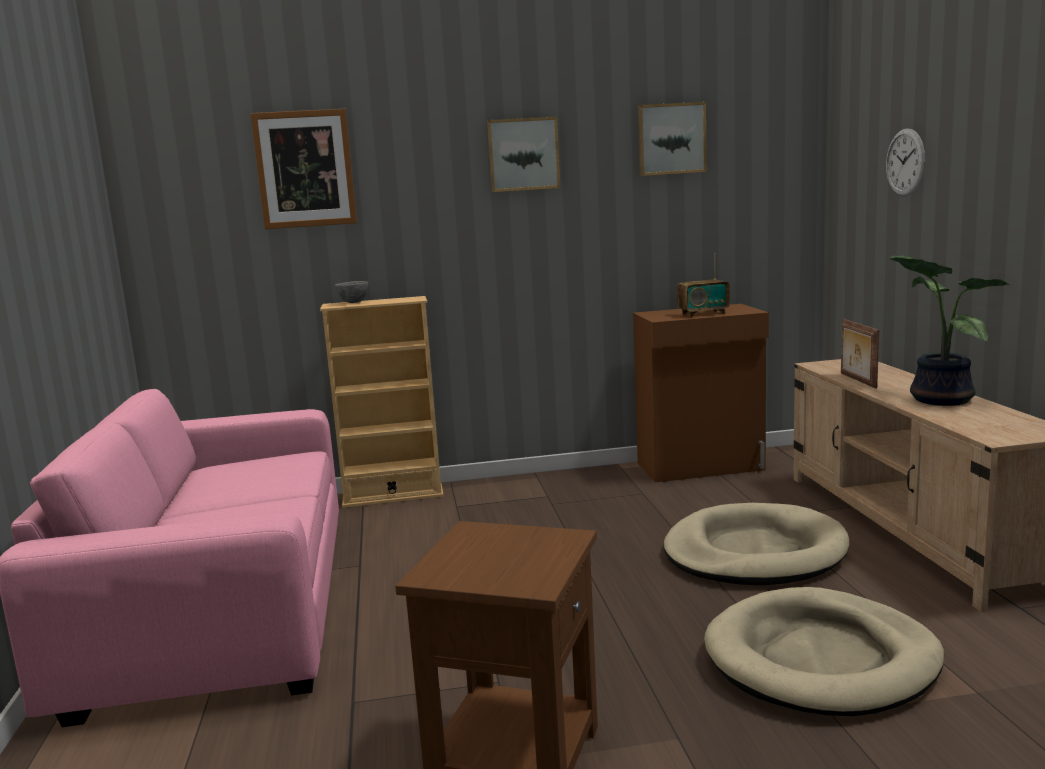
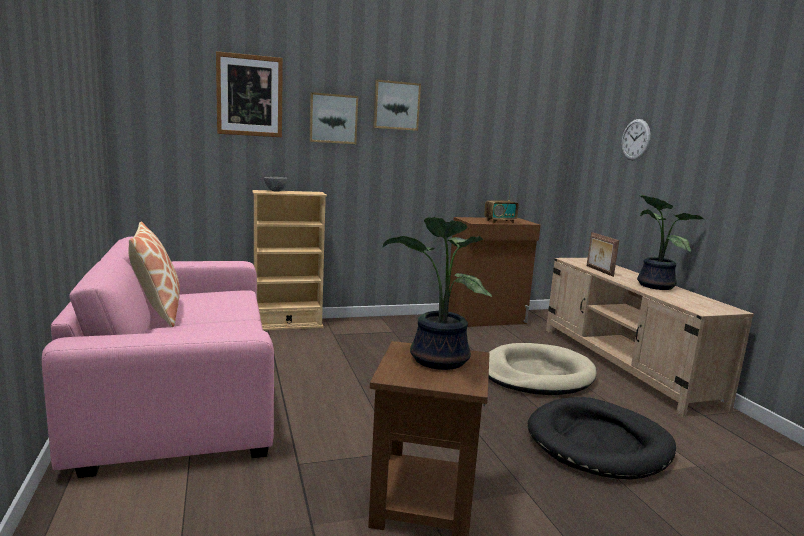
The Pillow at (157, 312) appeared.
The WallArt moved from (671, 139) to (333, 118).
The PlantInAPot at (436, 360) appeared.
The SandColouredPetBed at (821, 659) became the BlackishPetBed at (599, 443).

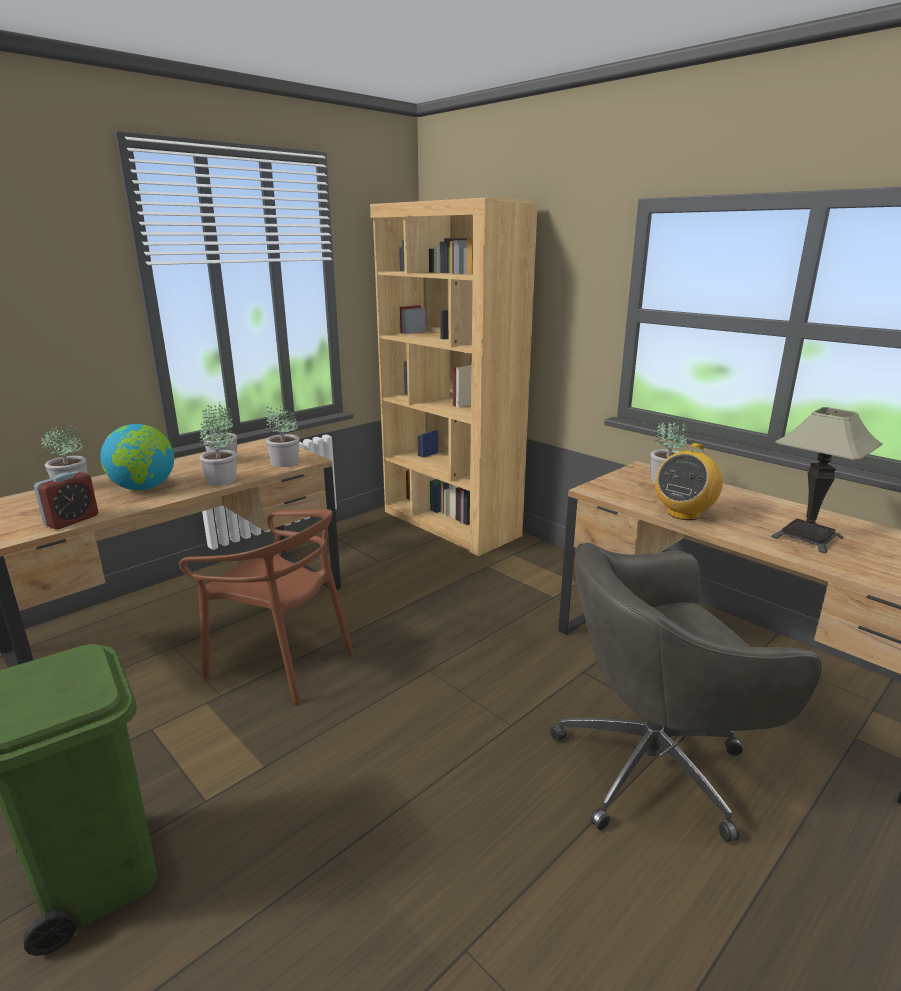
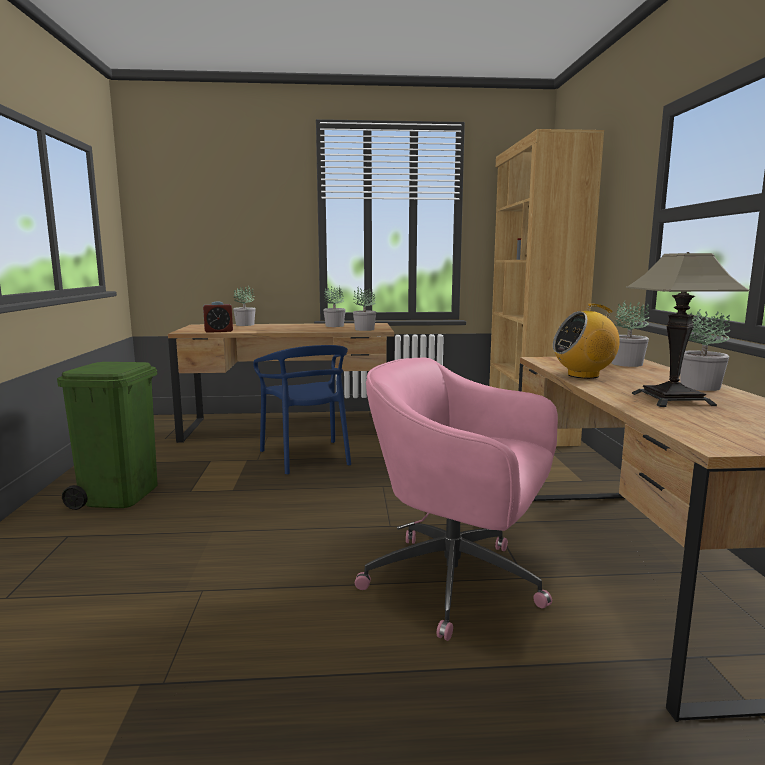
The BrownColouredChair at (281, 661) became the BlueColouredChair at (307, 457).
The GrayOfficeChair at (655, 765) became the PinkishOfficeChair at (458, 583).
The PlantInAPot moved from (221, 480) to (700, 387).
The WorldGlobe at (144, 488) disappeared.

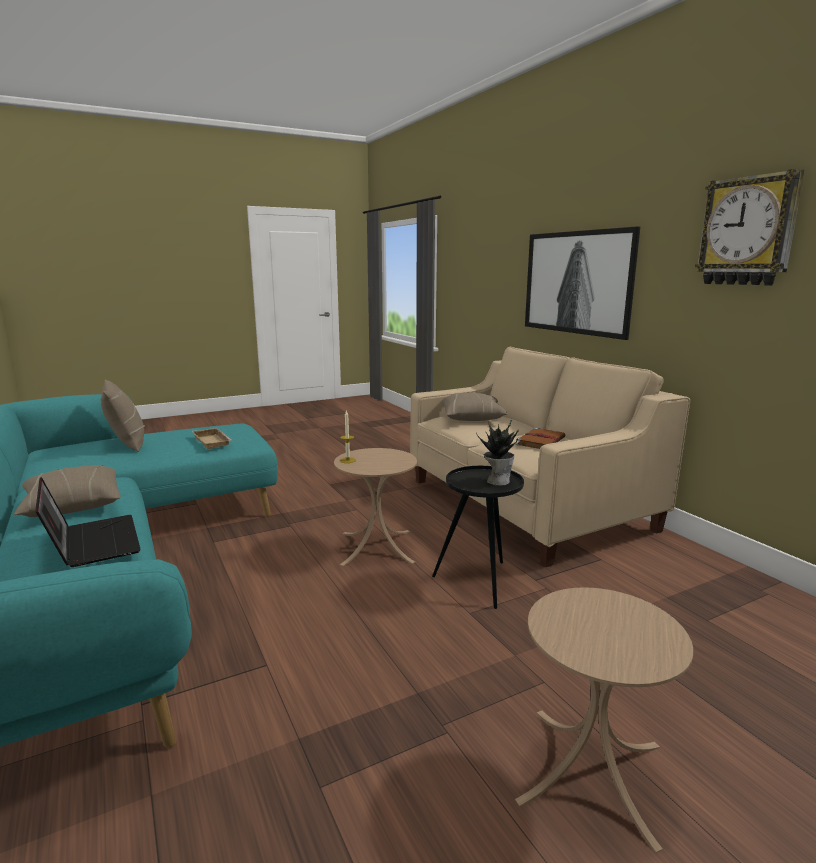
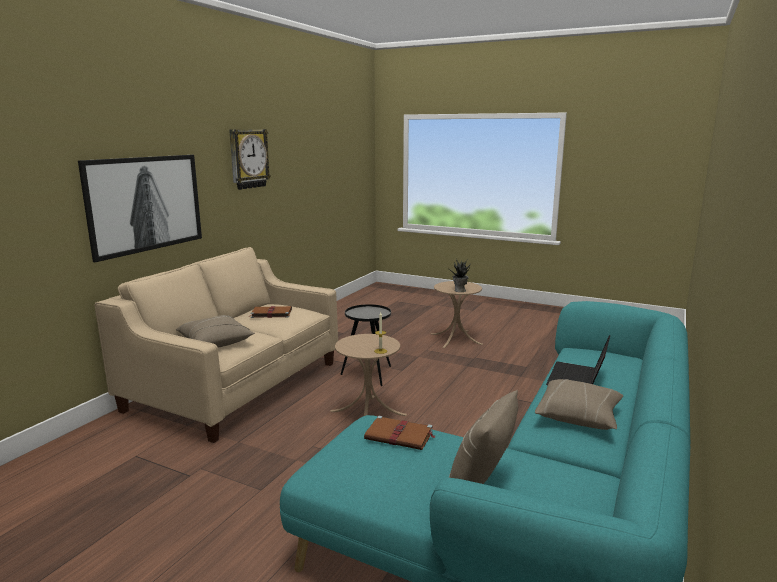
The SandColouredServingTray at (214, 441) was replaced by the BrownColouredBook at (400, 436).
The PlantInAPot moved from (497, 481) to (459, 290).

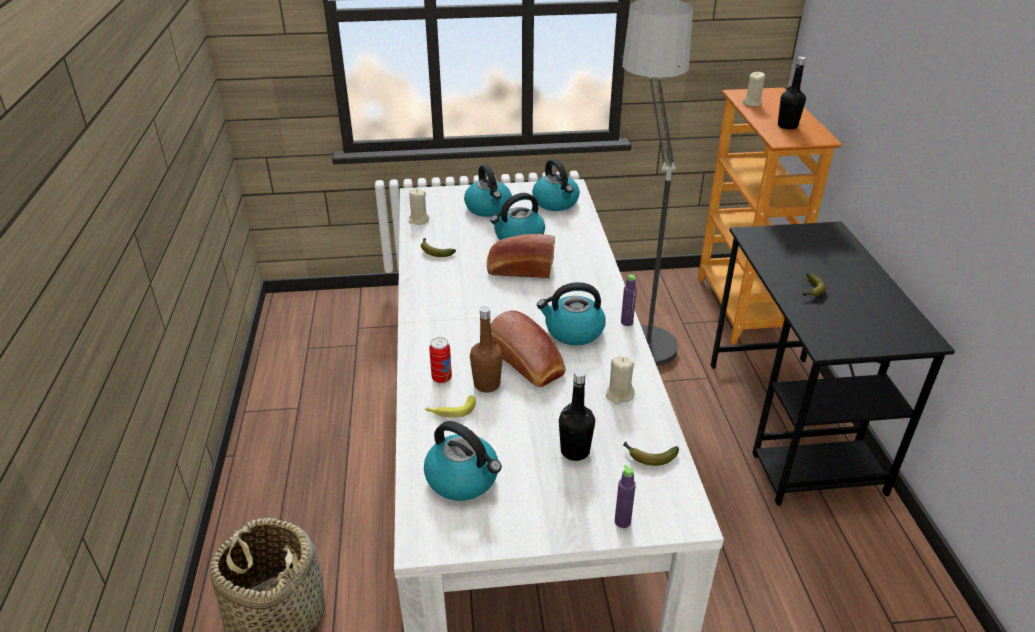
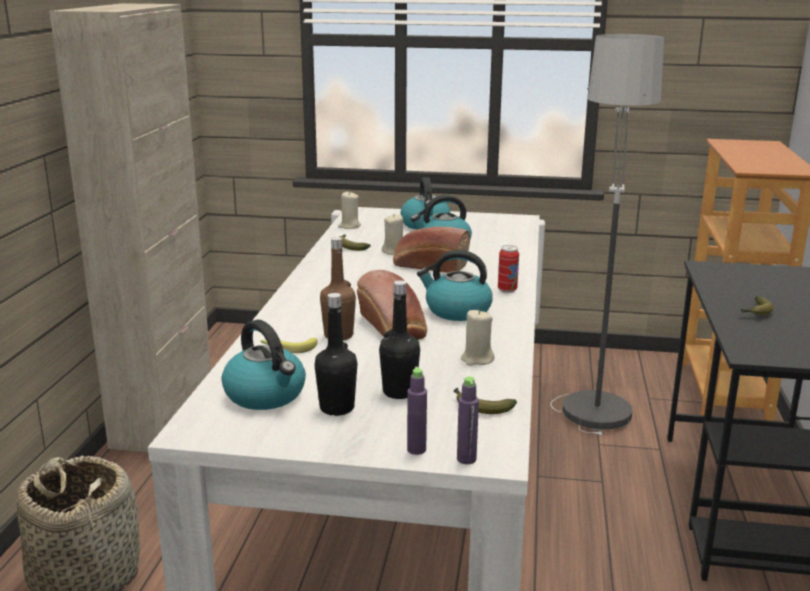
The SandColouredStorageCabinet at (164, 419) appeared.
The BlackishBeverageBottle moved from (787, 126) to (337, 408).
The SandColouredCandle moved from (752, 103) to (394, 251).
The PurpleBeverageBottle moved from (626, 322) to (466, 459).
The Can moved from (441, 378) to (507, 290).
The WaterKettle at (556, 202) disappeared.

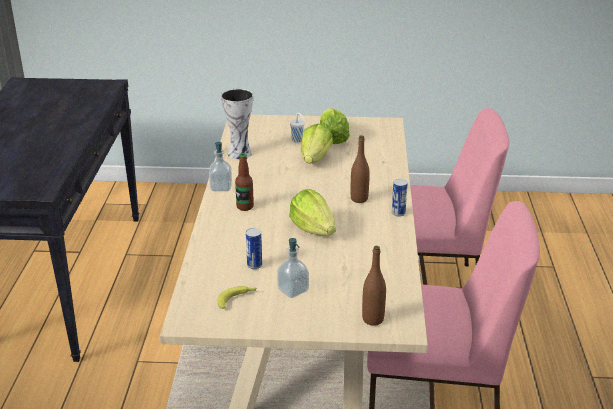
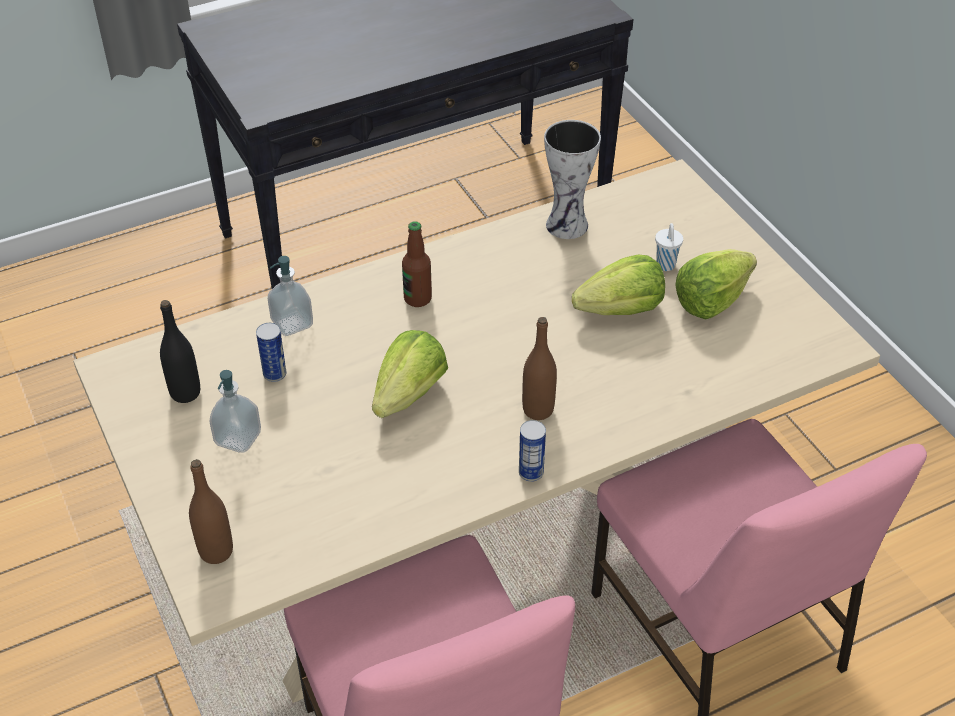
The BananaFruit at (237, 299) was replaced by the BlackishBeverageBottle at (185, 393).
The LiquidSoapBottle moved from (221, 187) to (292, 323).

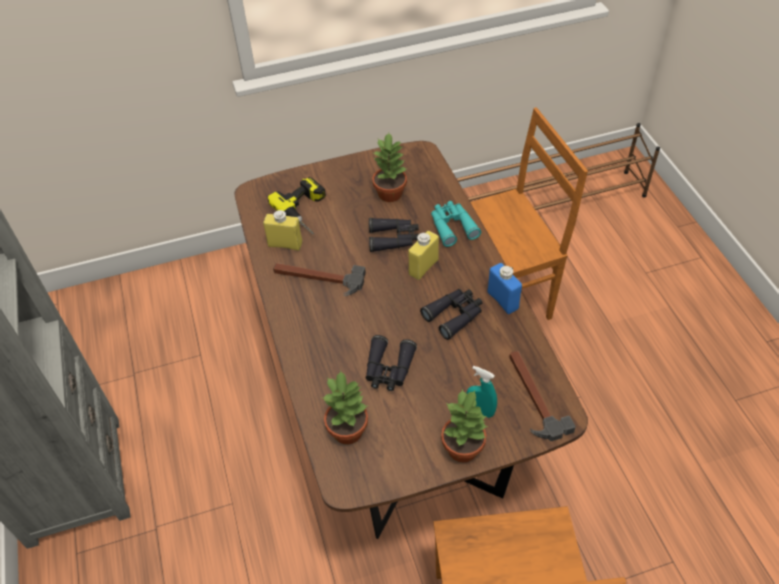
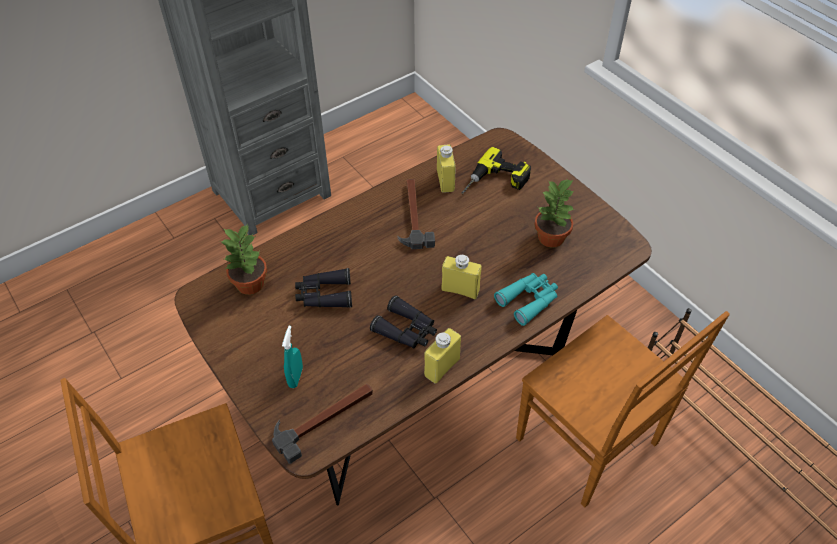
The BlueColouredBeverageBottle at (502, 300) became the YellowishBeverageBottle at (442, 367).
The BlackishBinoculars at (394, 239) disappeared.
The PlantInAPot at (463, 448) disappeared.

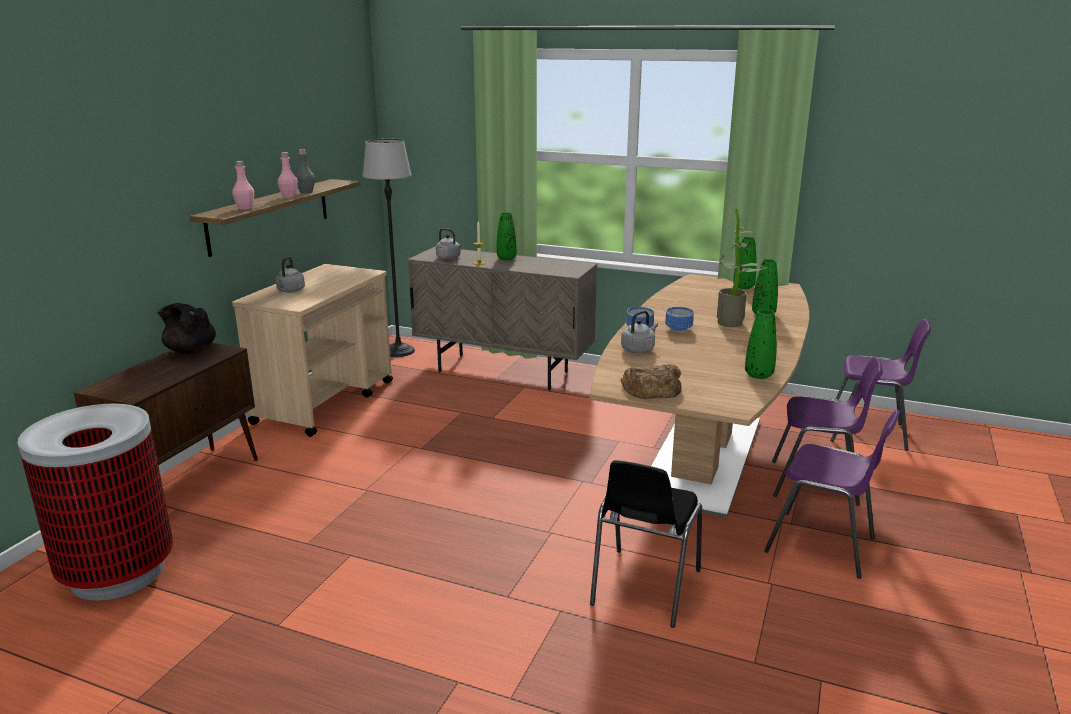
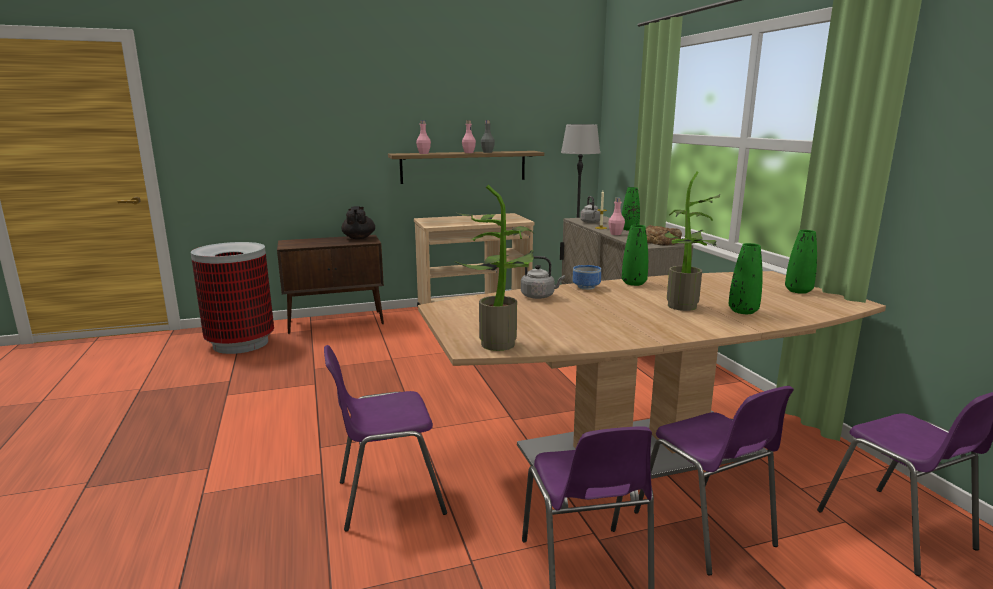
The BlackishChair at (643, 589) became the PurpleChair at (387, 497).
The PlantInAPot at (499, 342) appeared.
The PinkishBeverageBottle at (616, 234) appeared.
The GreenishFlowerVase moved from (758, 375) to (634, 283).
The Bread moved from (652, 388) to (660, 241).
The GrayWaterKettle at (290, 291) disappeared.
The ServingBowl at (677, 329) disappeared.

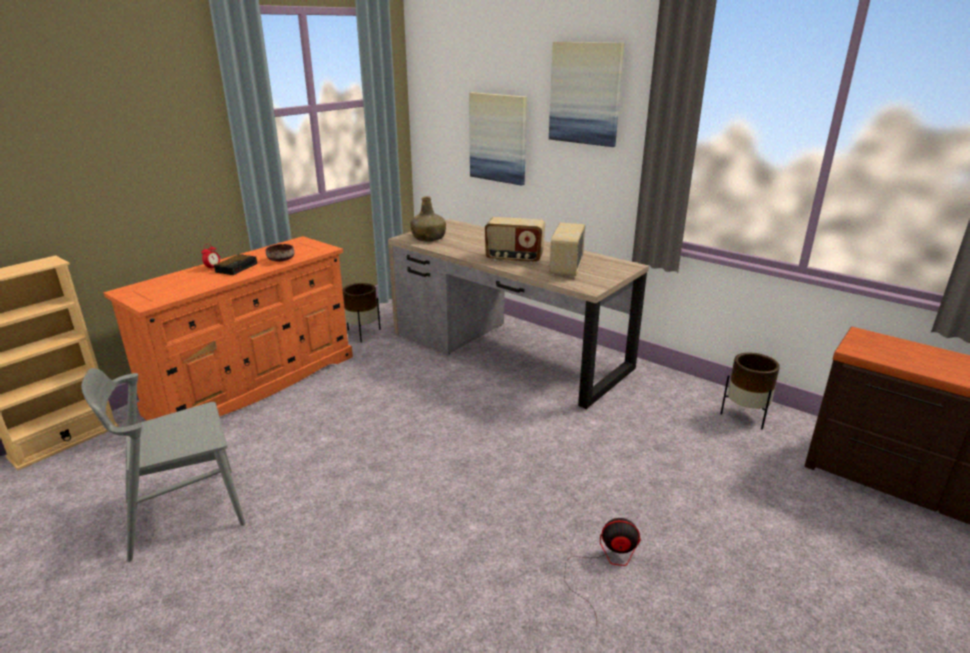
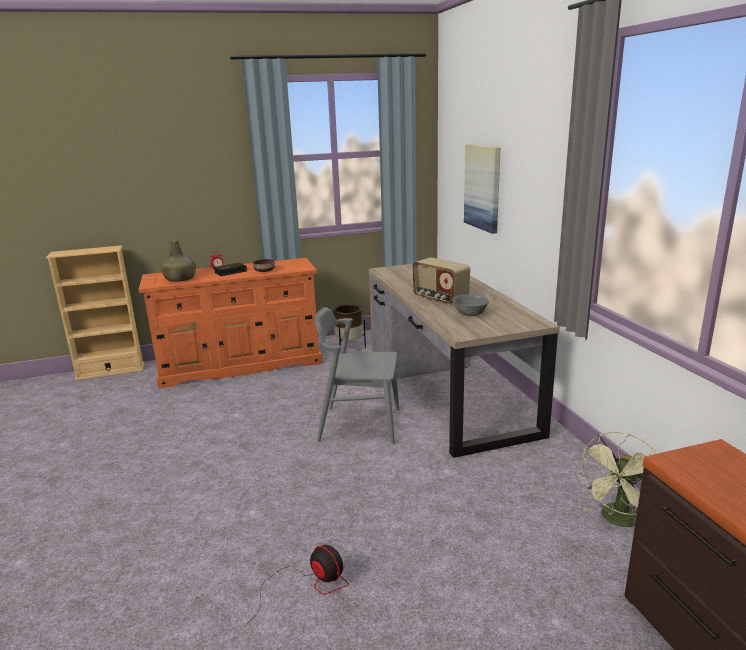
The GreenishBeverageBottle moved from (428, 238) to (180, 279).
The GrayChair moved from (183, 512) to (359, 425).
The RadioSet at (565, 268) was replaced by the GrayServingBowl at (470, 314).
The BrownColouredPlanter at (745, 416) was replaced by the GreenishElectricFan at (618, 521).
The WallArt at (585, 93) disappeared.

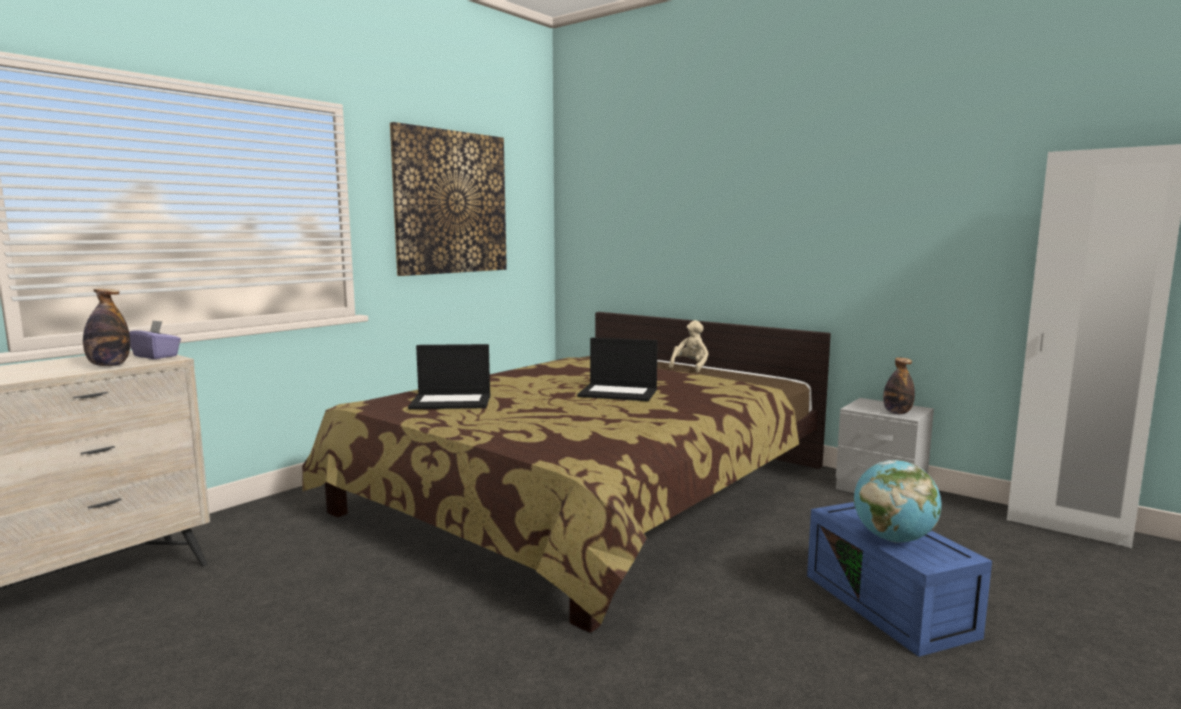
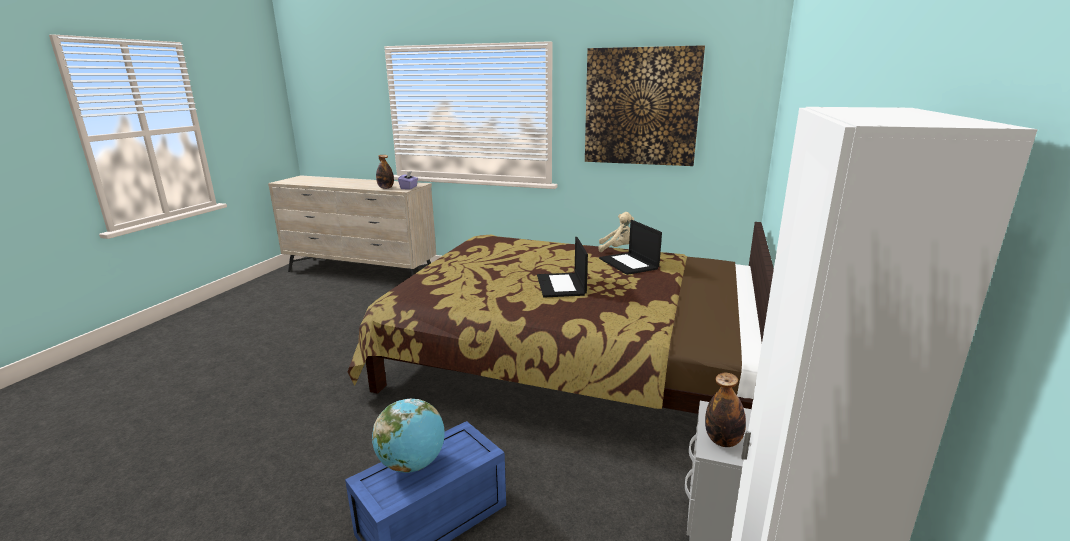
The SandColouredPlushToy moved from (690, 367) to (617, 249).
The NotebookComputer moved from (452, 401) to (629, 264).

